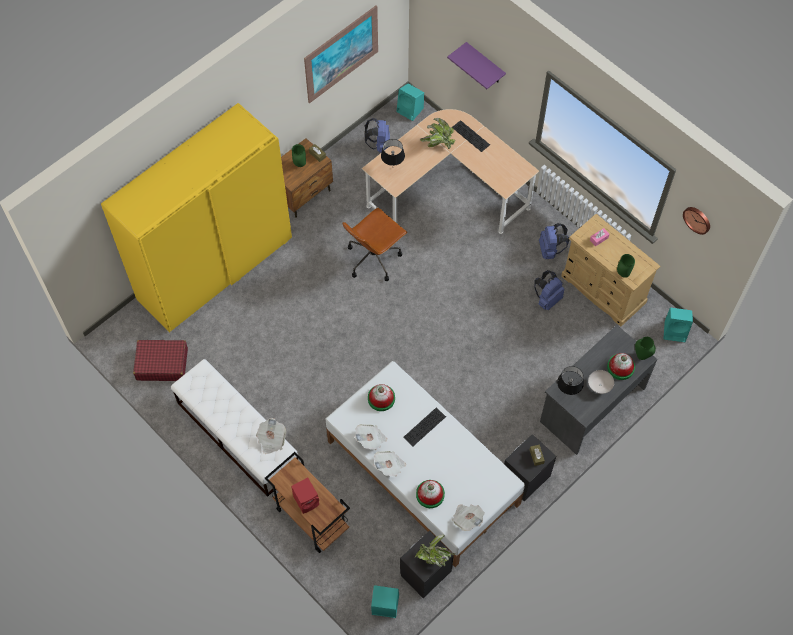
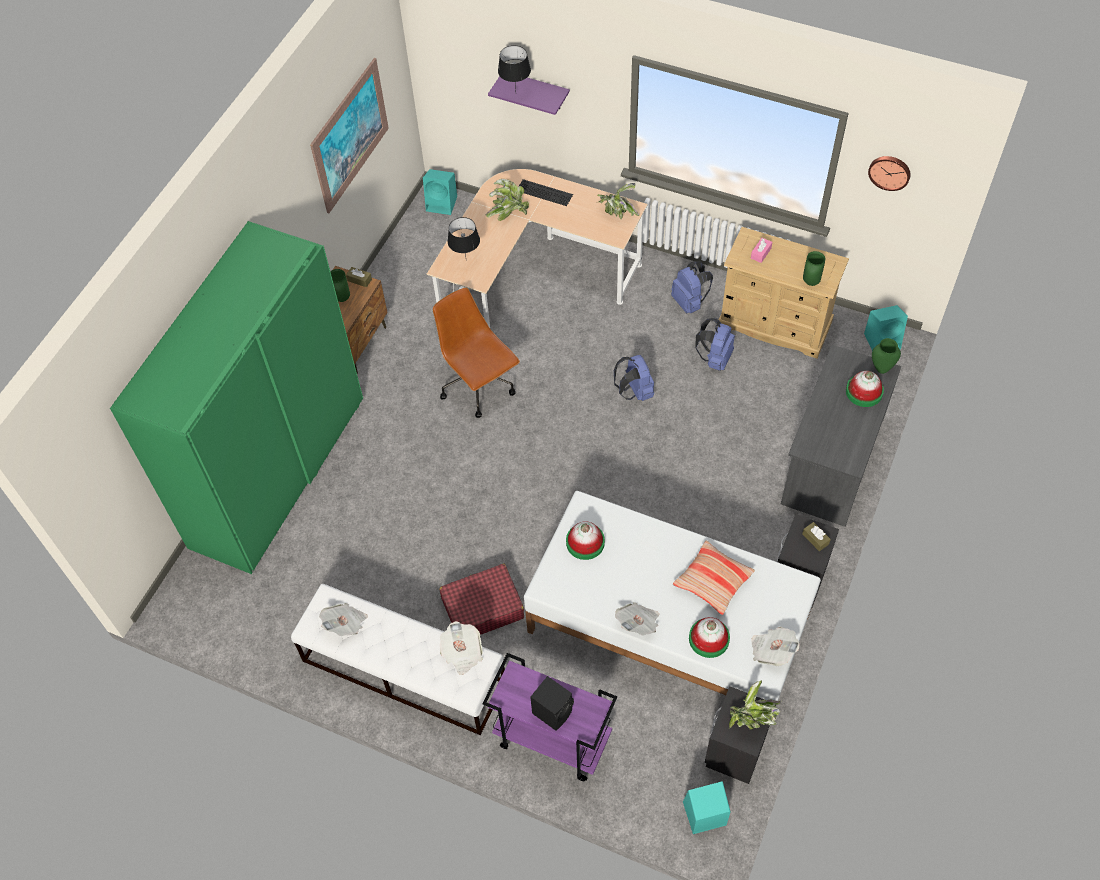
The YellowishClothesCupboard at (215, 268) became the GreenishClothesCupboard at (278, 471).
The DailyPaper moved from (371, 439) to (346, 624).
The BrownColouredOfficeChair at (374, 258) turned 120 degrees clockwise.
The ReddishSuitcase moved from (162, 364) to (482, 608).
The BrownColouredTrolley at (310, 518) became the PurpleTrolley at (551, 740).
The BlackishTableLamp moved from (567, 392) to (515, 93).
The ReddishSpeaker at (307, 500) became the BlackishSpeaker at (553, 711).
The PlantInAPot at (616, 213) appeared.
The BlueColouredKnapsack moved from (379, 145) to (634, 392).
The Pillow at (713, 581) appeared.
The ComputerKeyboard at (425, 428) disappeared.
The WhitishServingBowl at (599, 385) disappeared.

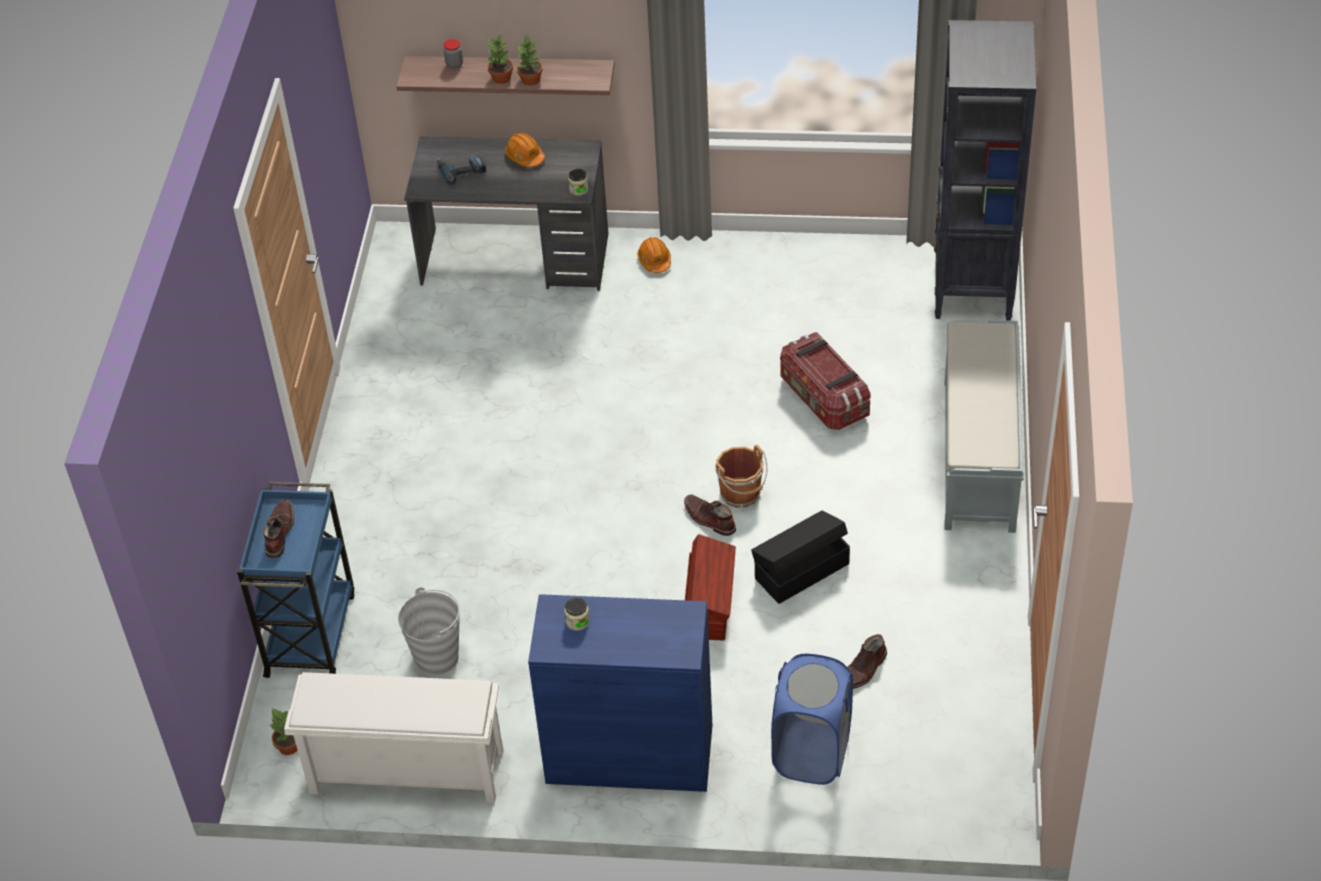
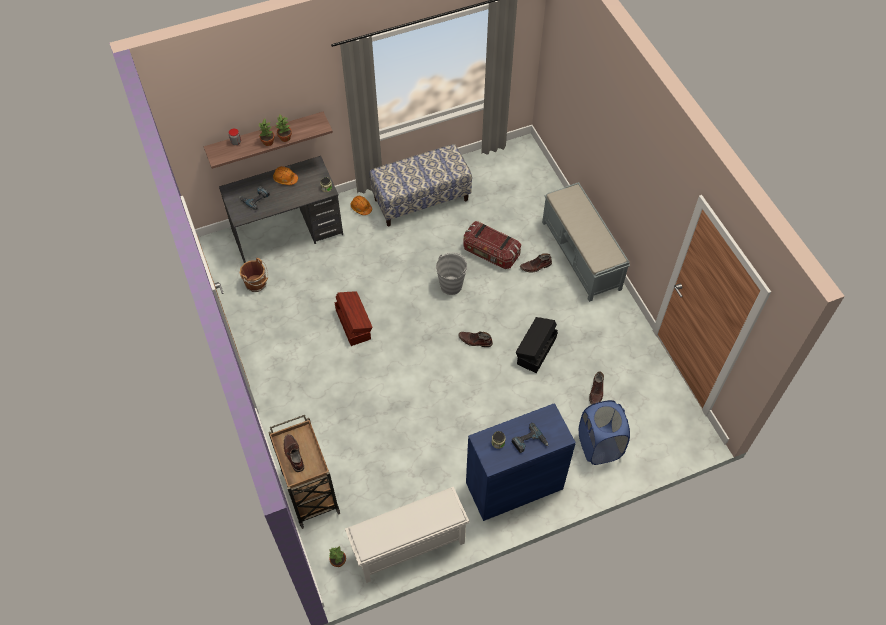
The BrownColouredPail moved from (741, 494) to (257, 284).
The BlueColouredTrolley at (311, 632) became the BrownColouredTrolley at (309, 490).
The BrownColouredStorageBin moved from (709, 604) to (353, 324).
The IndoorBench at (421, 199) appeared.
The GrayPail moved from (437, 657) to (451, 285).
The Drill at (529, 442) appeared.
The BrownColouredHighTopBoot at (536, 266) appeared.
The BlackishBookshelf at (972, 287) disappeared.

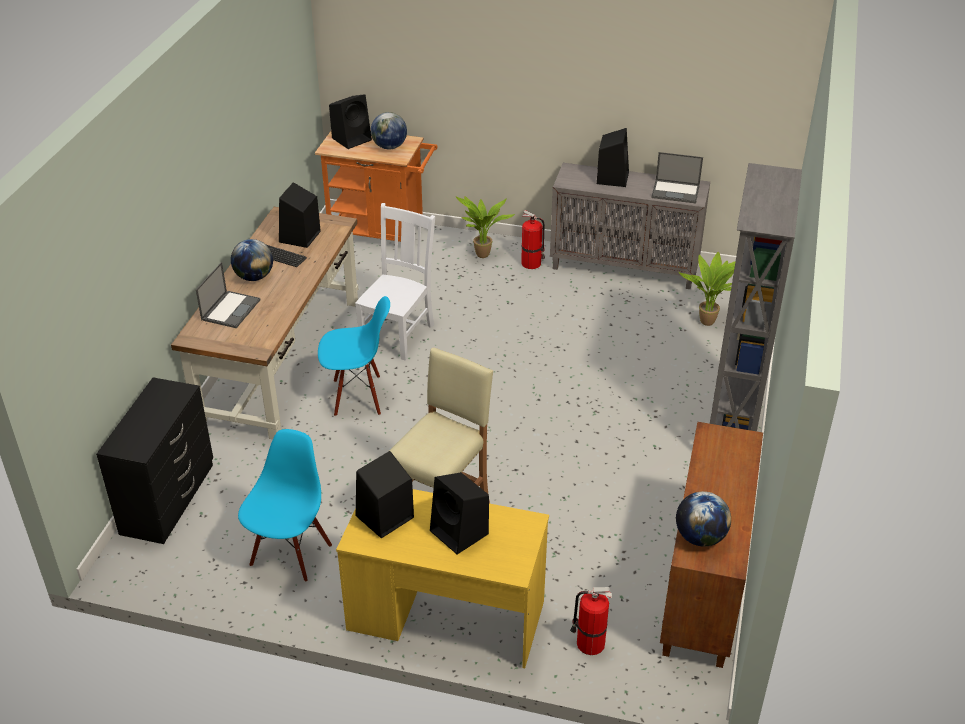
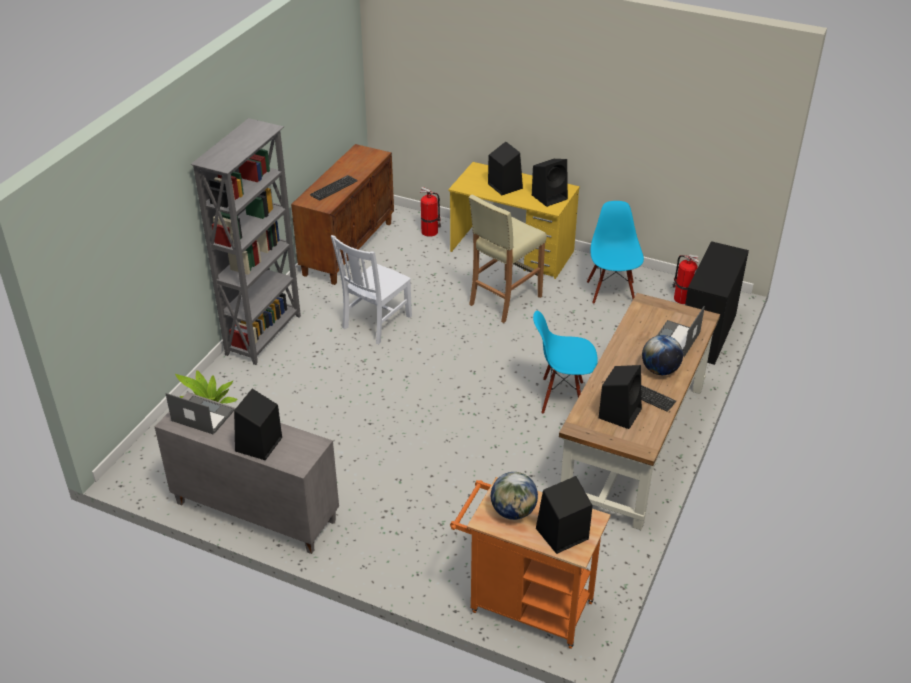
The ComputerKeyboard at (333, 188) appeared.
The WhitishChair moved from (398, 334) to (375, 323).
The BlueColouredChair at (290, 554) turned 150 degrees clockwise.
The FireFightingCylinder moved from (532, 263) to (681, 298).
The PlantInAPot at (482, 256) disappeared.
The WorldGlobe at (700, 537) disappeared.

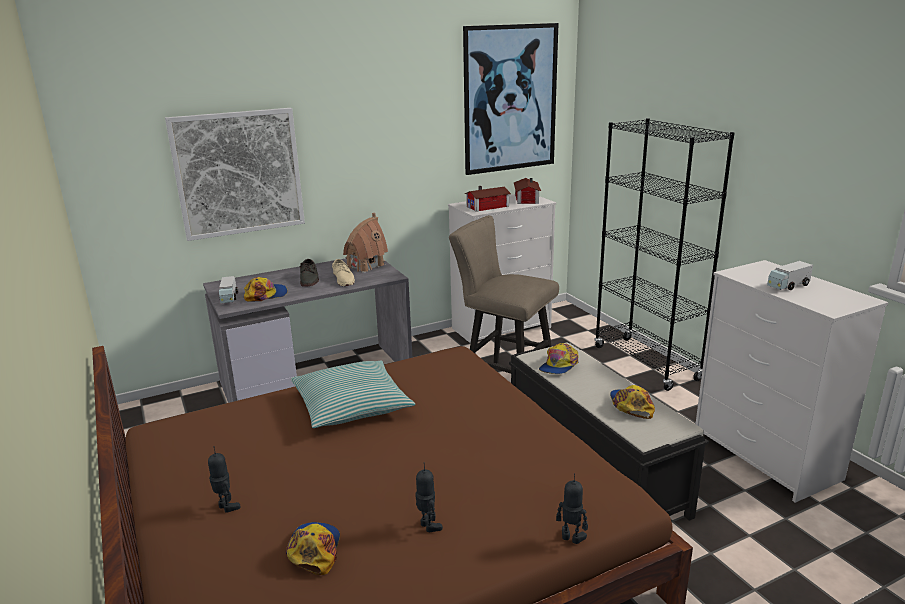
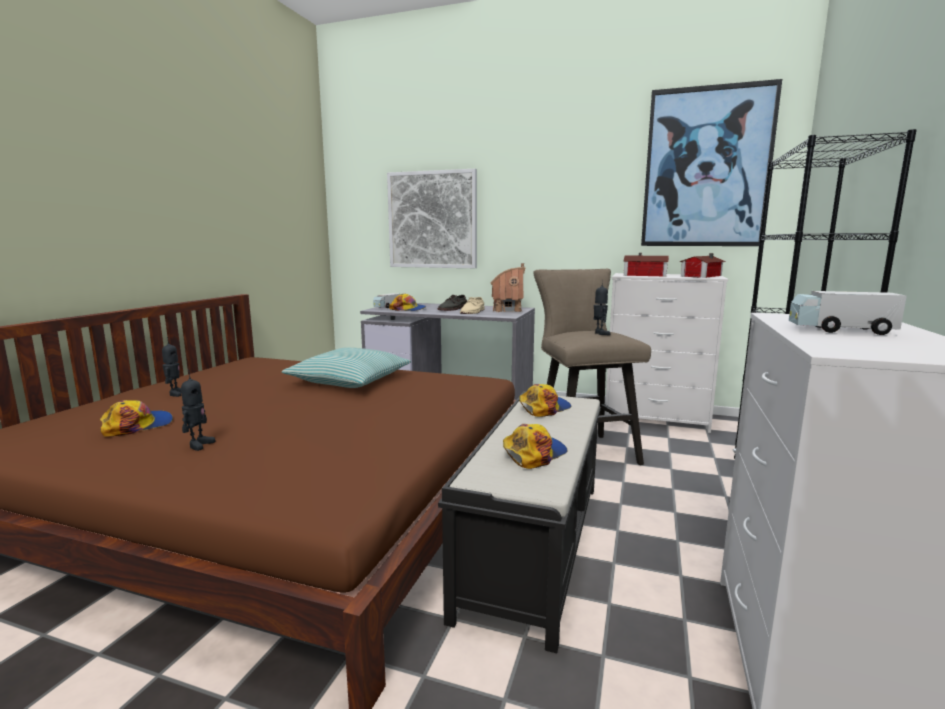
The PeakedCap at (559, 366) turned 150 degrees clockwise.
The ModelRobot moved from (571, 538) to (600, 333).

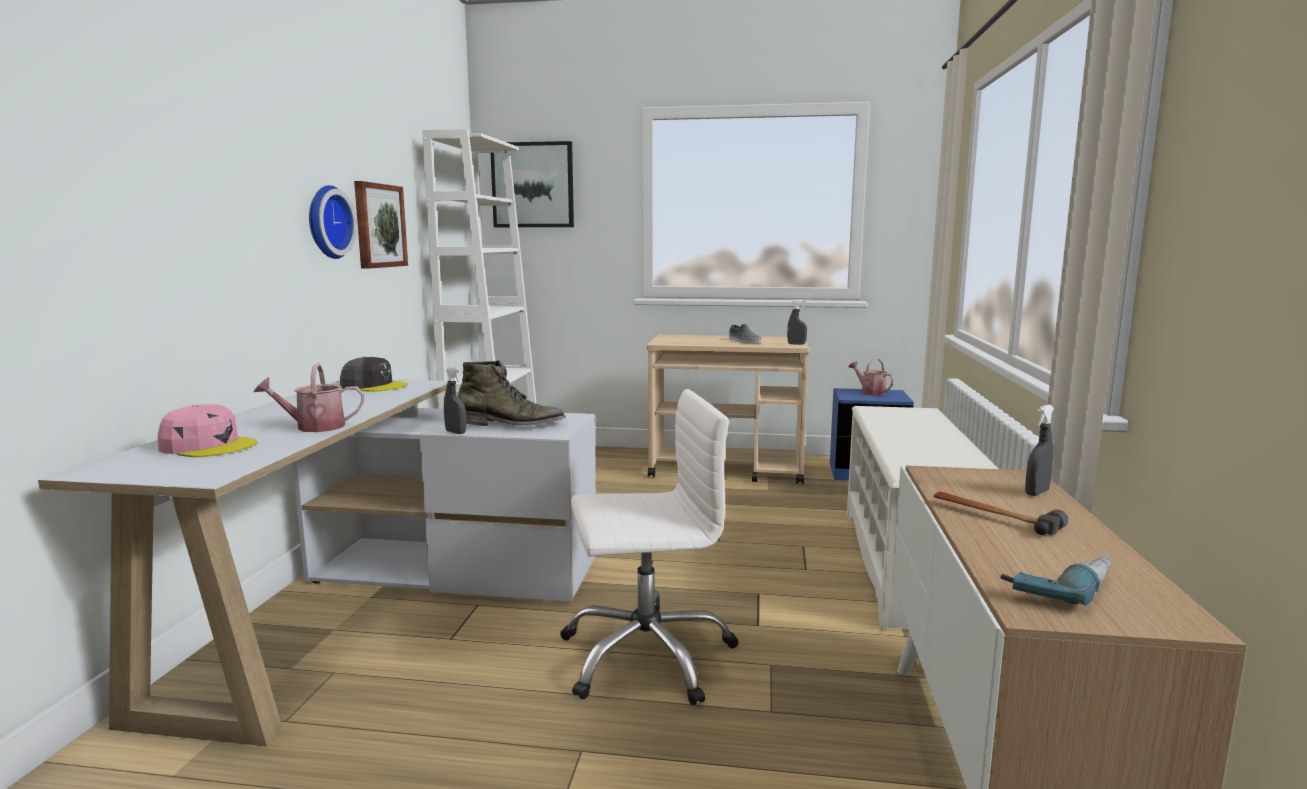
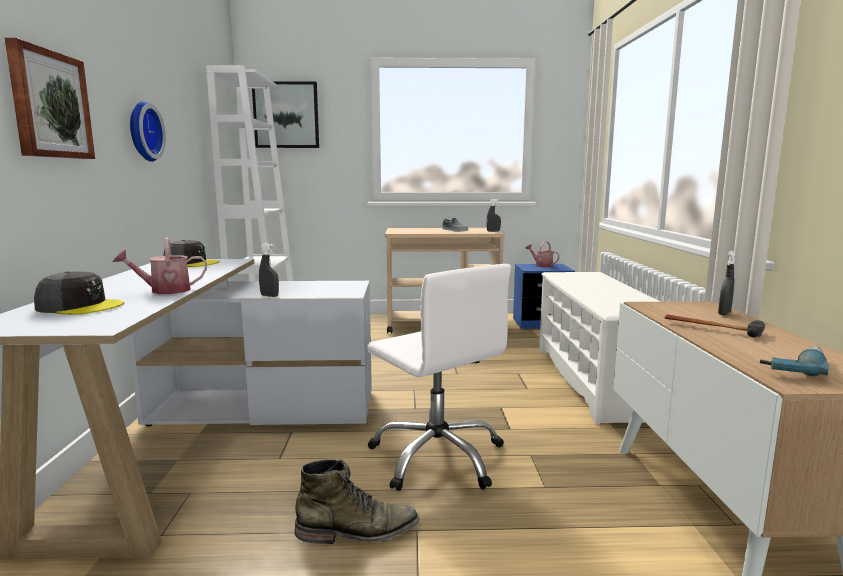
The WallArt moved from (379, 226) to (49, 105).
The PinkishPeakedCap at (208, 446) became the GrayPeakedCap at (80, 306).
The GreenishHighTopBoot moved from (511, 424) to (358, 531).
The WhitishOfficeChair at (646, 655) turned 75 degrees clockwise.

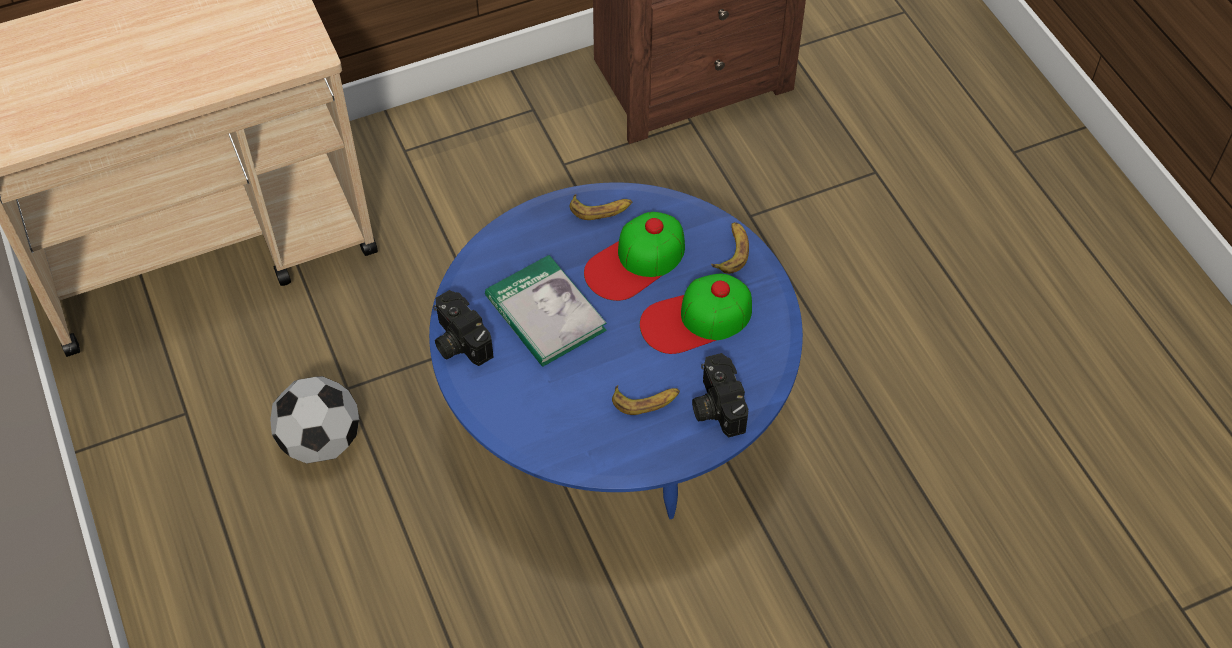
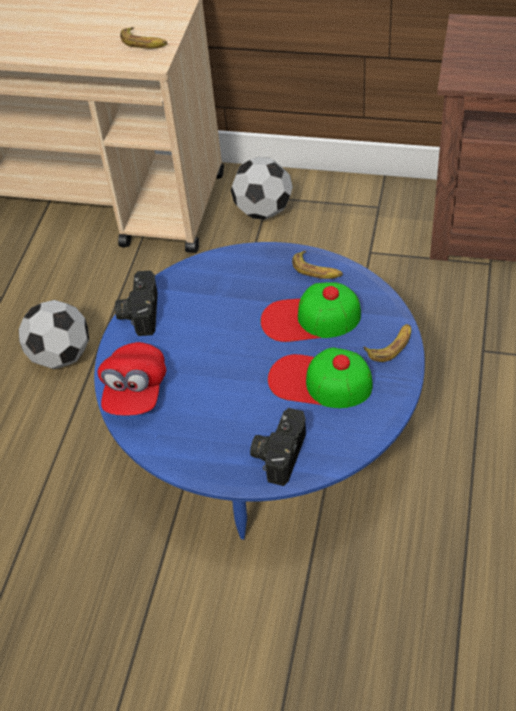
The ReddishPeakedCap at (135, 391) appeared.
The BananaFruit moved from (646, 401) to (144, 43).
The Football at (263, 211) appeared.
The Book at (545, 314) disappeared.

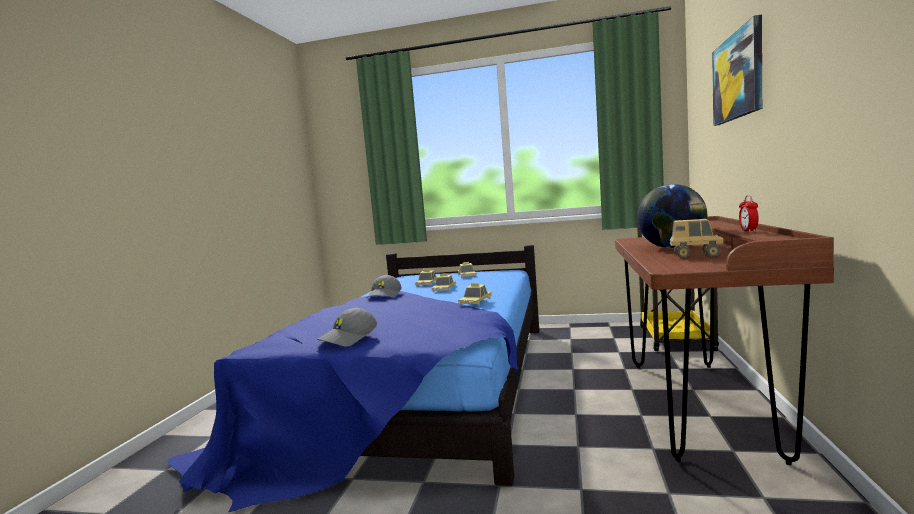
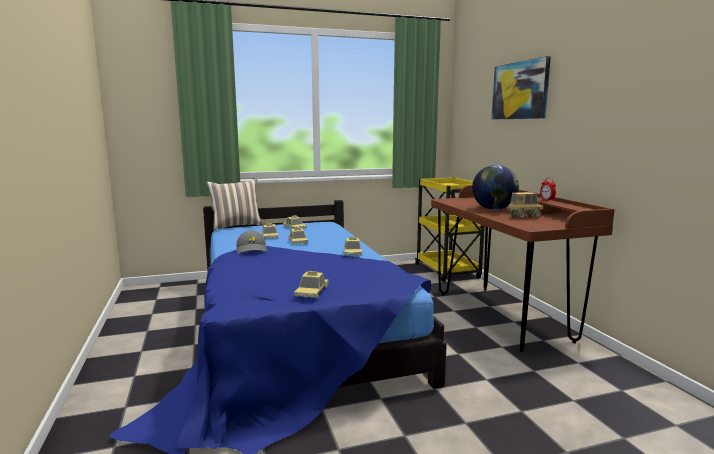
The Pillow at (236, 226) appeared.
The GrayPeakedCap at (349, 338) was replaced by the ModelCar at (311, 292).

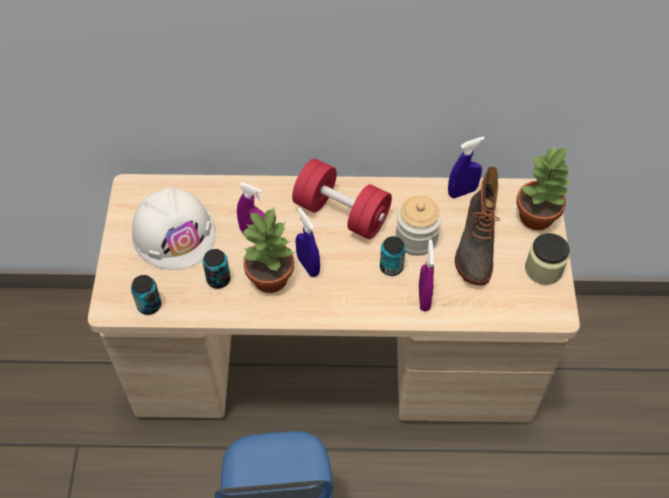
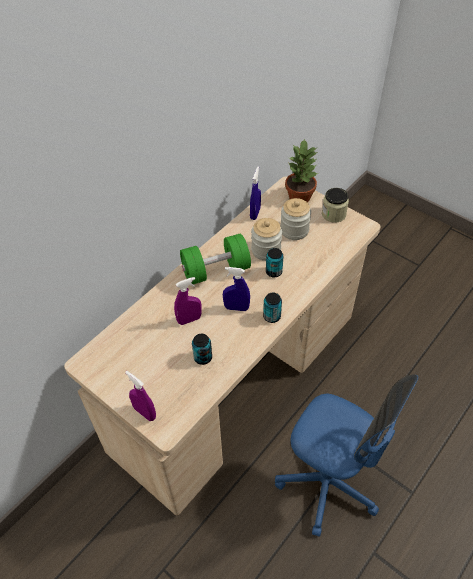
The PurpleHandSprayer moved from (424, 298) to (145, 413).
The ReddishFreeWeight at (341, 213) became the GreenishFreeWeight at (216, 270).
The Can moved from (149, 305) to (272, 316).
The HighTopBoot at (475, 246) was replaced by the PreserveJar at (294, 230).
The WhitishHardHat at (174, 233) disappeared.
The PlantInAPot at (270, 277) disappeared.

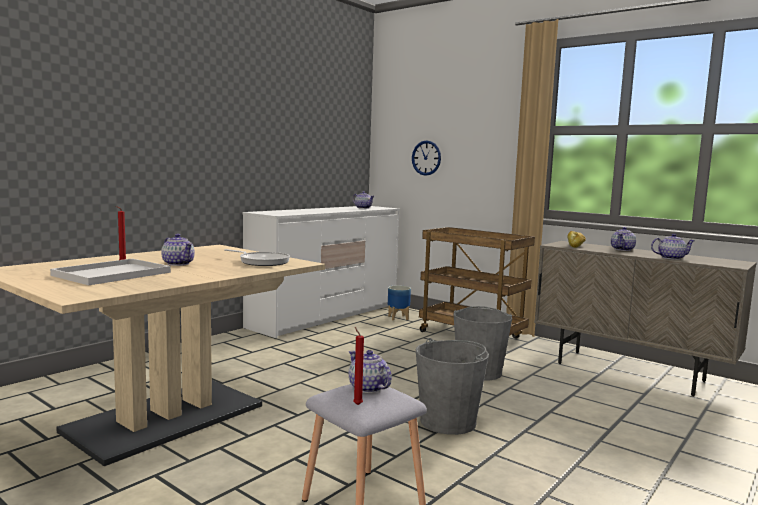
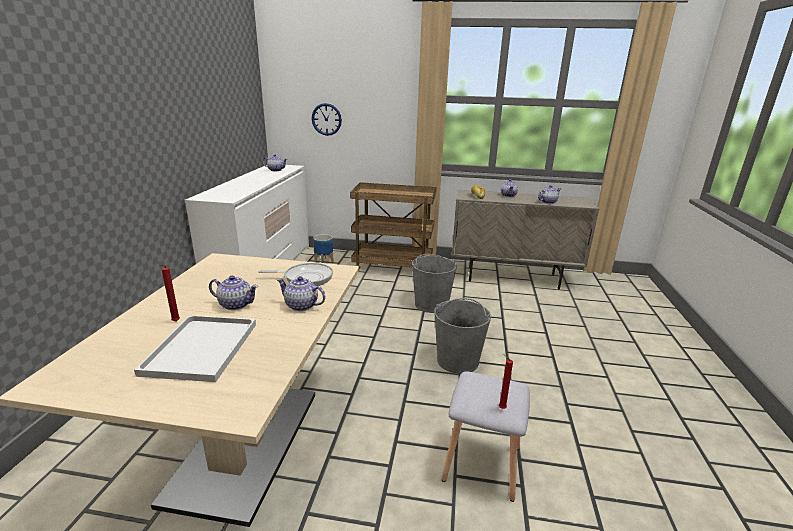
The Teapot moved from (368, 388) to (301, 306).

